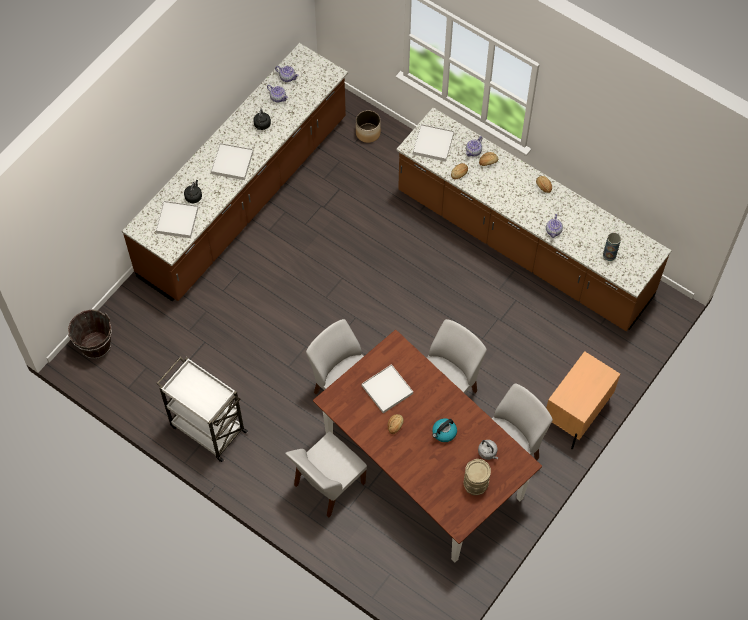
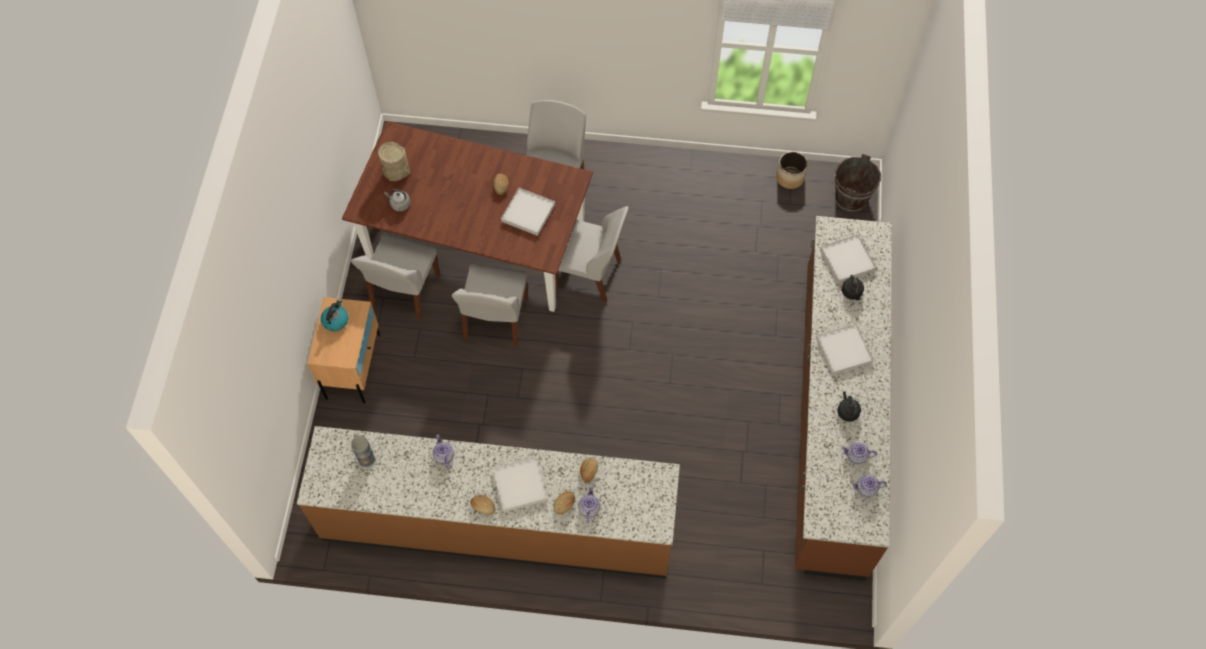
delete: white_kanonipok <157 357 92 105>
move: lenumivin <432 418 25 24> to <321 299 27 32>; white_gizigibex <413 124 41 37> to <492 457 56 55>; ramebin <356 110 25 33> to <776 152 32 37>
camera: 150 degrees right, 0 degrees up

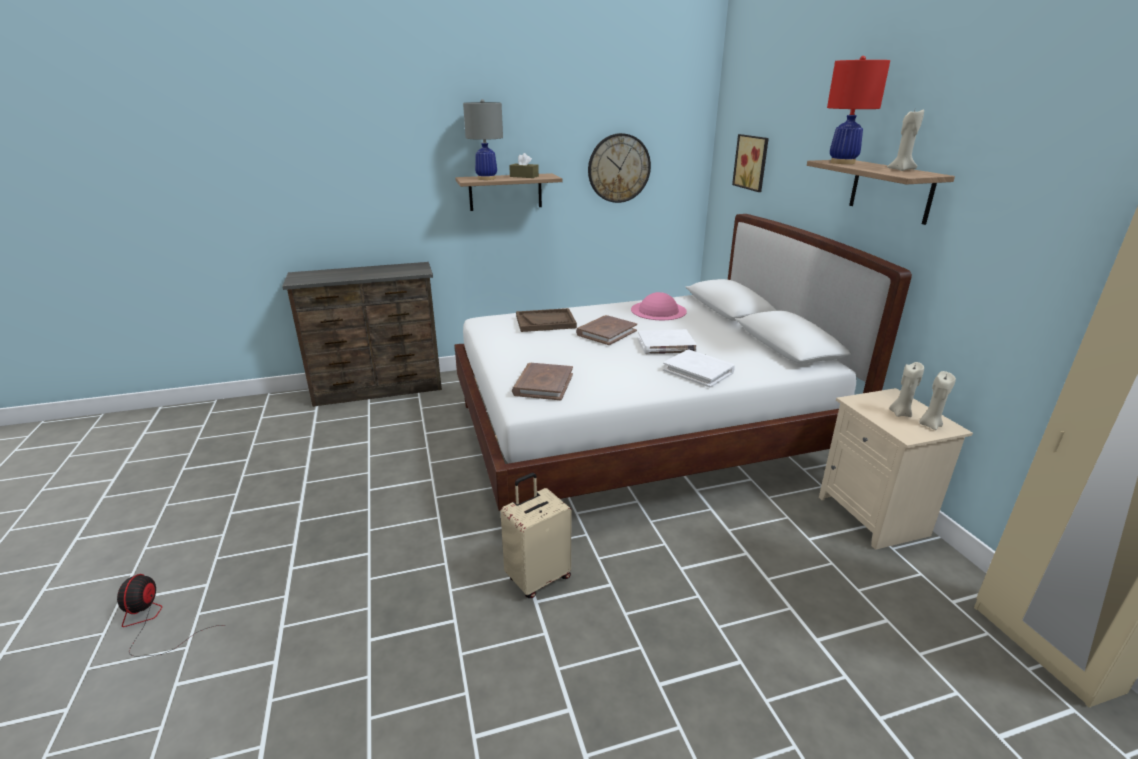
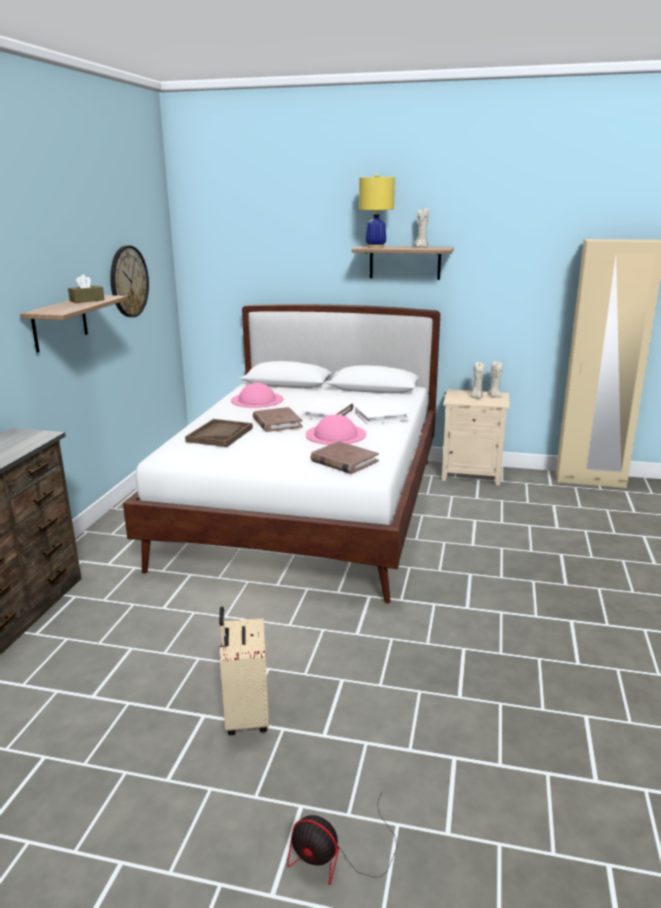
delete: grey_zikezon <463 99 40 81>; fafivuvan <732 134 37 58>
insert: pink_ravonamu <306 414 60 31>
move: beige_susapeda <500 473 71 125> to <219 607 50 128>
recolor: red_zikezon <827 56 63 108> to yellow_zikezon <359 174 36 74>
camera: 60 degrees left, 5 degrees down

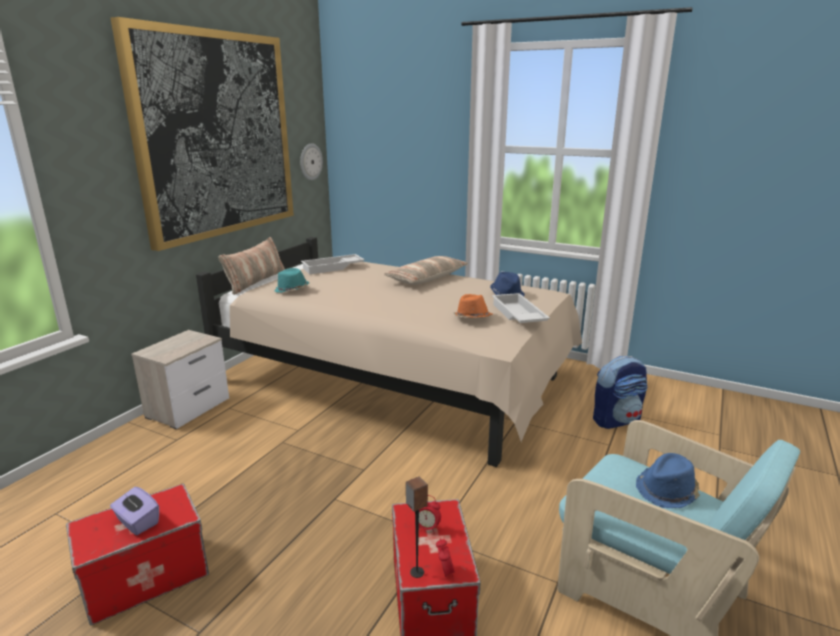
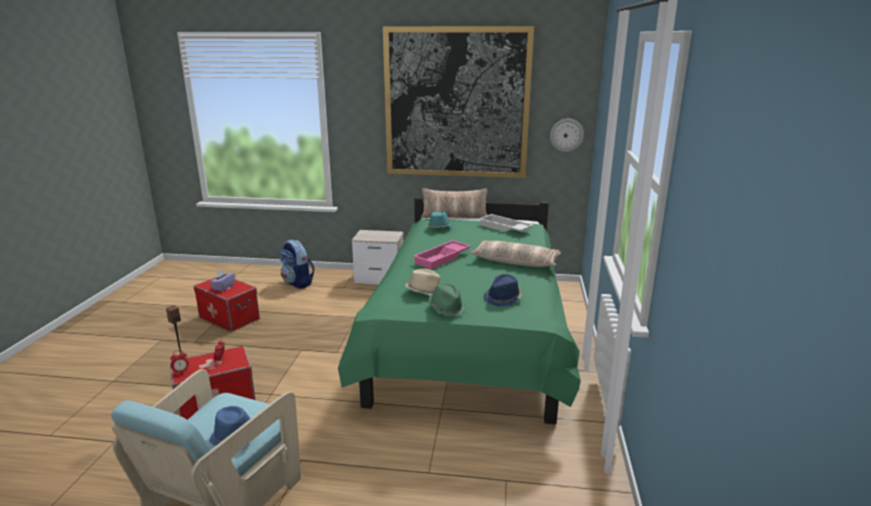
insert: pink_gizigibex <413 240 58 30>
move: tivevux <593 356 55 73> to <279 240 36 49>
replace: white_gizigibex <492 293 58 30> to green_ravonamu <429 283 37 33>
recolor: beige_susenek <196 237 386 230> to green_susenek <338 197 243 227>; orange_ravonamu <453 294 40 24> to beige_ravonamu <405 269 35 26>
camera: 70 degrees right, 0 degrees up

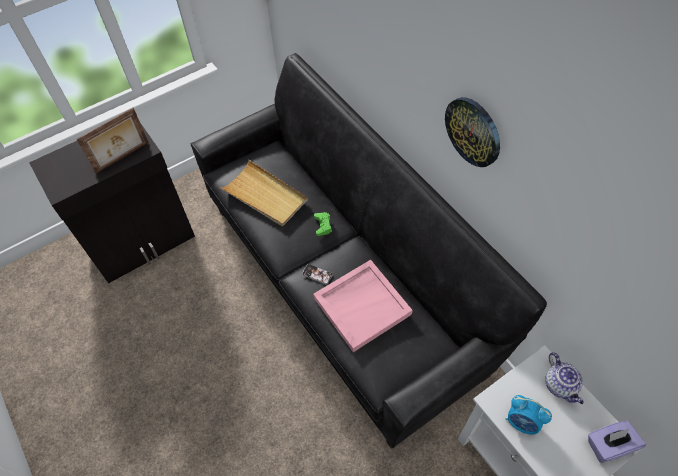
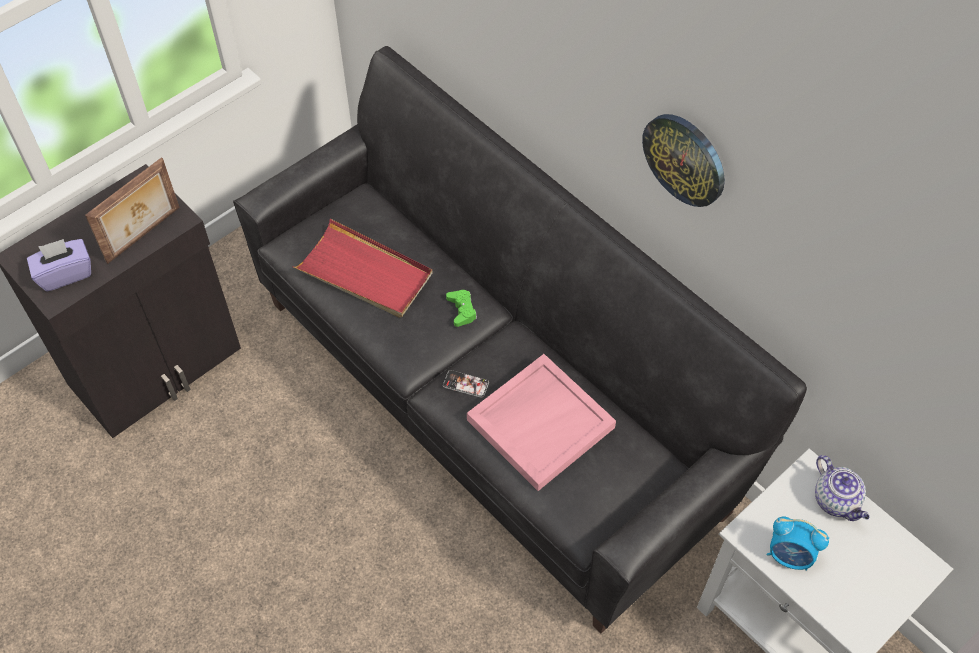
move: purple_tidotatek <588 421 58 42> to <27 239 64 52>
recolor: beige_gizigibex <221 160 87 67> to red_gizigibex <293 219 140 99>
camera: 10 degrees left, 0 degrees up

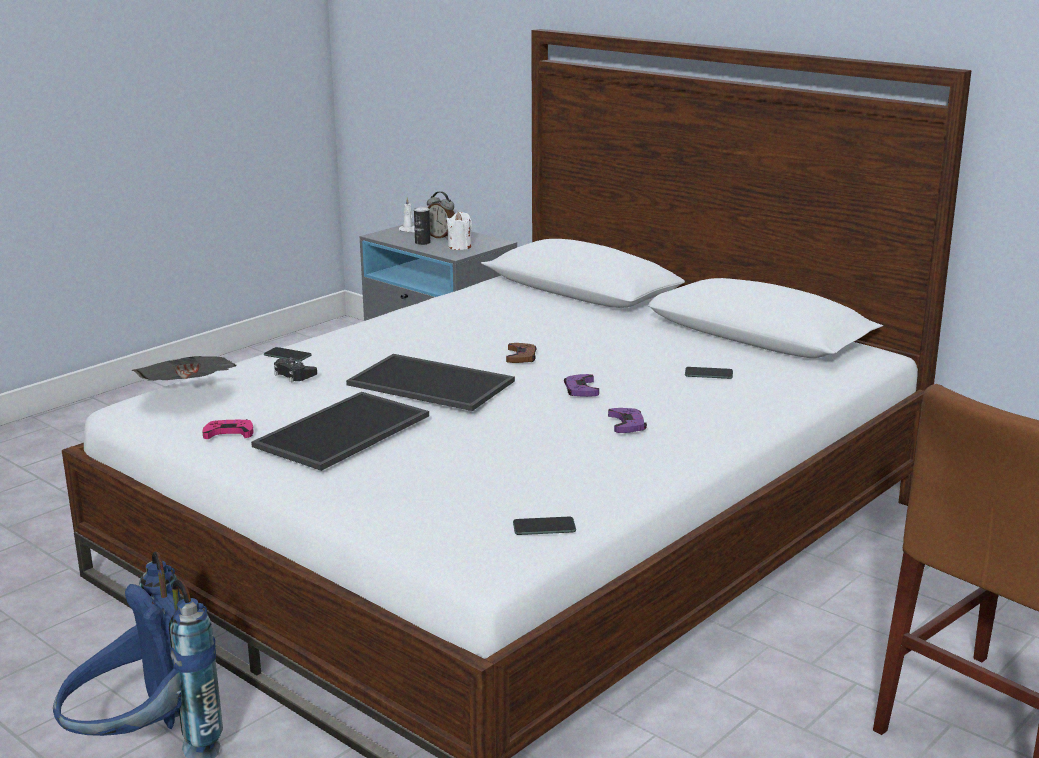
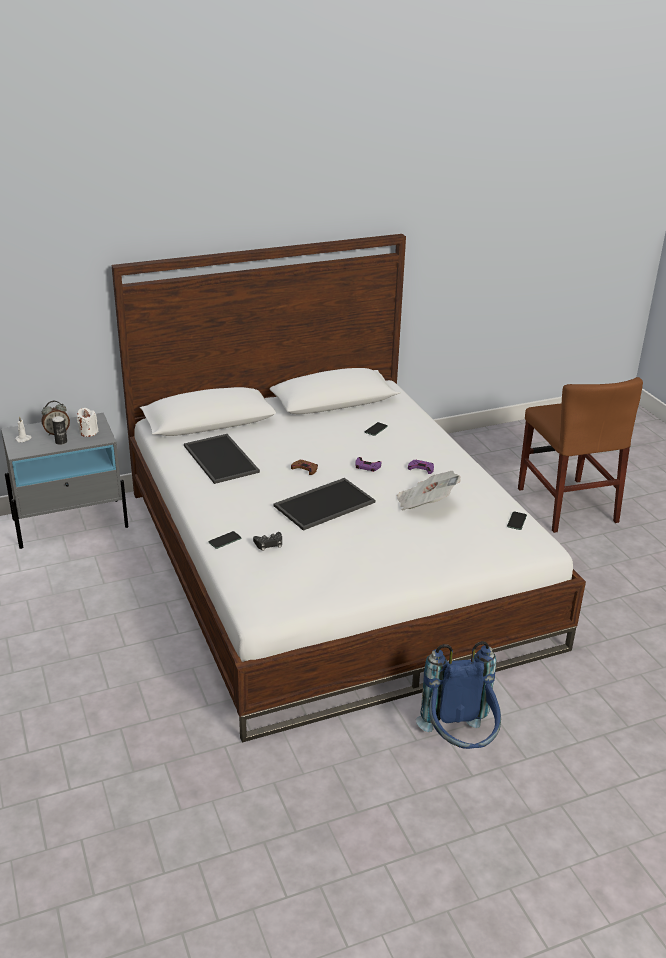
delete: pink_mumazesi <202 419 52 20>
move: gizigibex <251 392 178 79> to <184 434 76 50>; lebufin <132 356 104 25> to <397 471 64 40>
camera: 65 degrees left, 10 degrees up

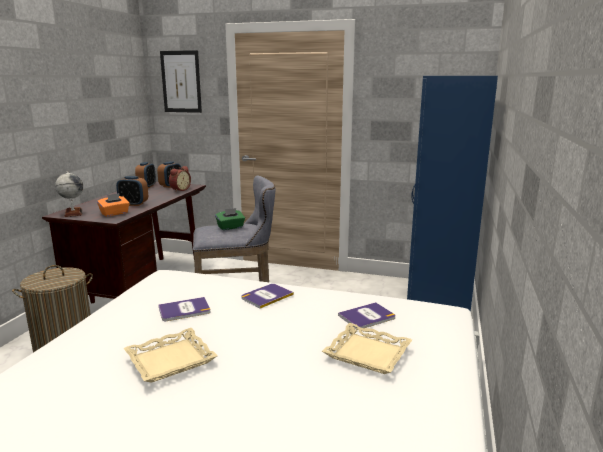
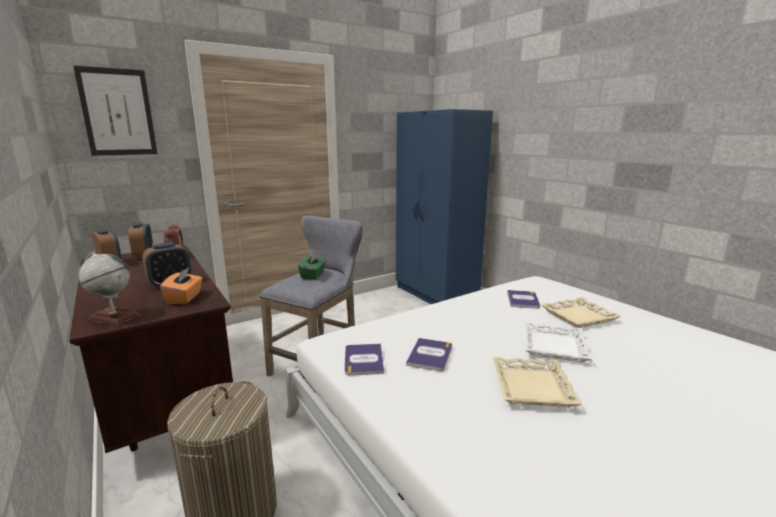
insert: white_gizigibex <524 322 68 40>
move: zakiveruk <241 284 53 25> to <345 344 39 31>
camera: 50 degrees left, 0 degrees up

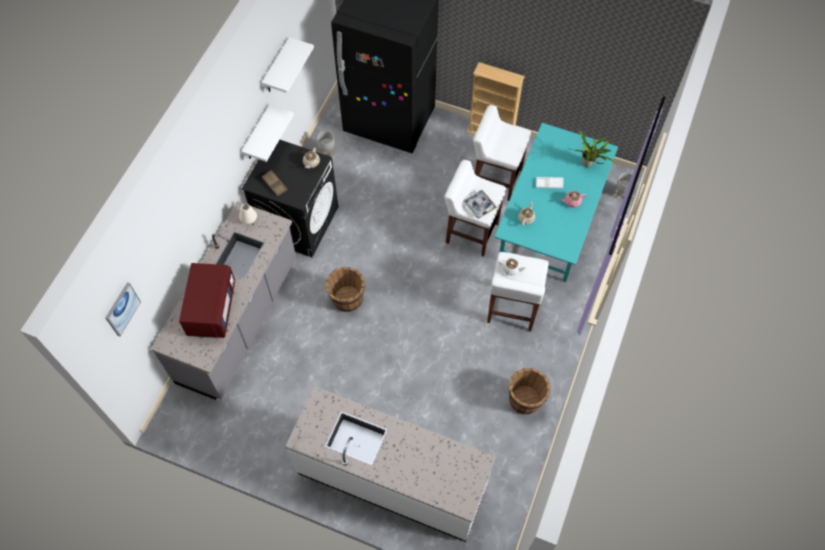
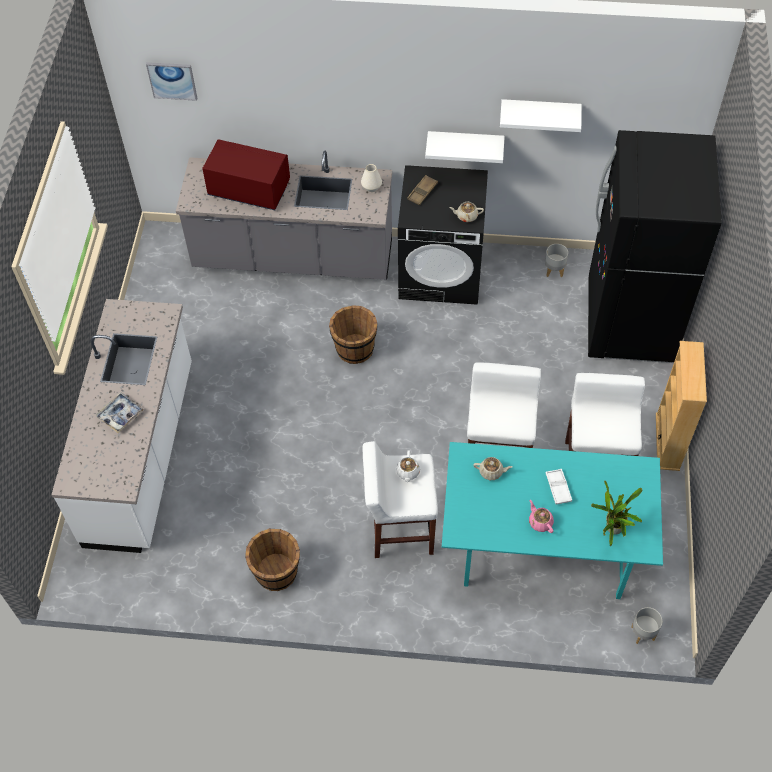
move: gizigibex <463 190 34 29> to <96 392 48 41>
rotate: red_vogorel <179 263 56 75> = <202 139 88 71> 150 degrees counterclockwise
camera: 75 degrees right, 5 degrees down

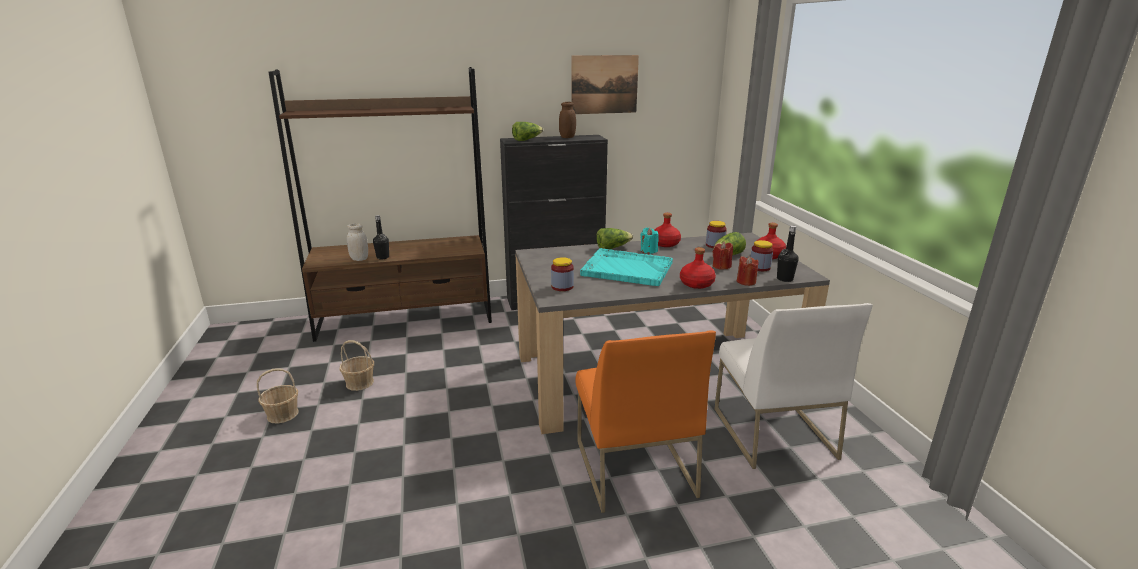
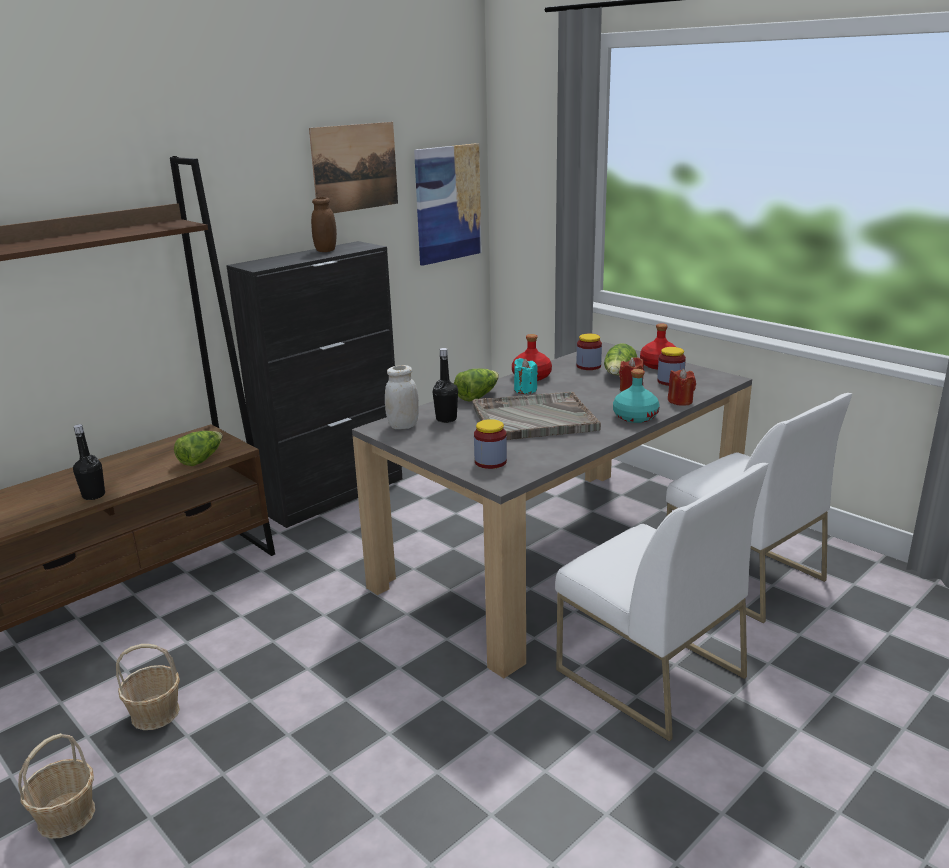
insert: fafivuvan <414 143 68 123>
move: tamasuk <512 122 31 19> to <174 431 49 35>; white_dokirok <347 223 21 38> to <385 365 34 64>; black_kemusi <777 226 22 56> to <432 348 26 75>
recolor: turquoise_gizigibex <580 248 93 38> to grey_gizigibex <472 392 129 48>; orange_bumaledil <575 330 141 183> to white_bumaledil <555 463 213 279>; red_kemusi <680 247 36 42> to turquoise_kemusi <613 369 47 54>
camera: 30 degrees left, 0 degrees up

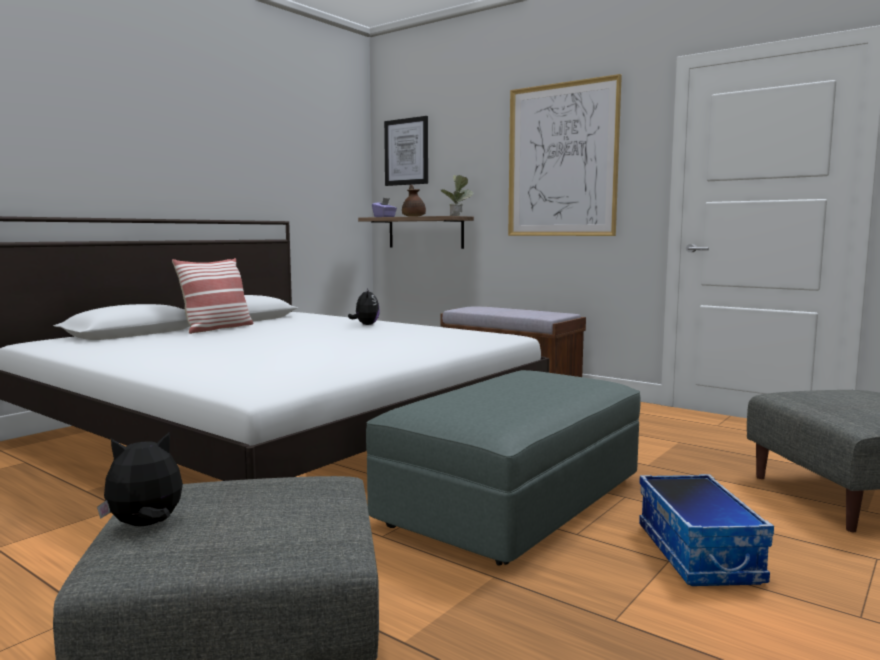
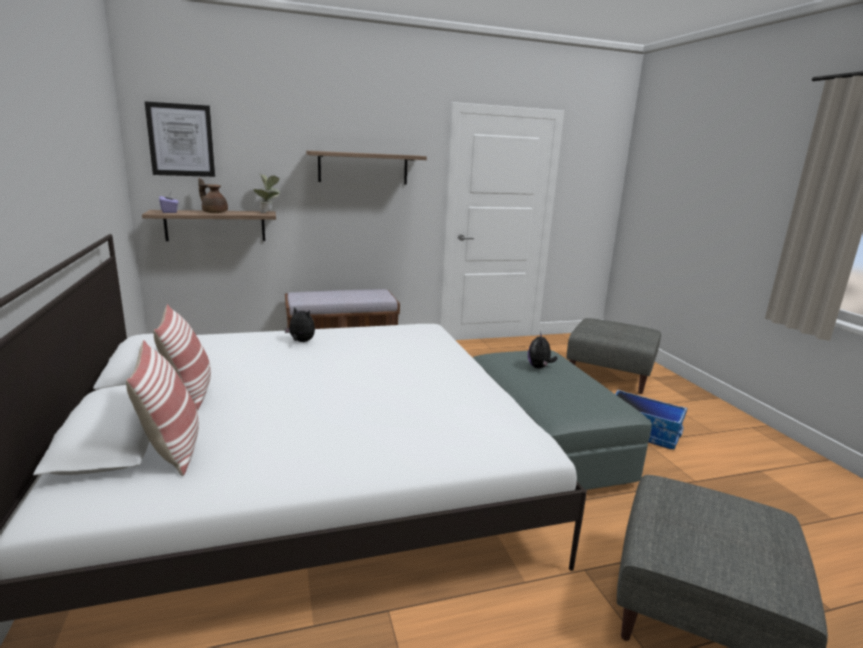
insert: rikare <126 340 73 136>
move: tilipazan <97 431 86 95> to <528 332 29 37>
replace: fafivuvan <508 74 114 162> to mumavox <306 151 121 34>
camera: 55 degrees left, 10 degrees up

